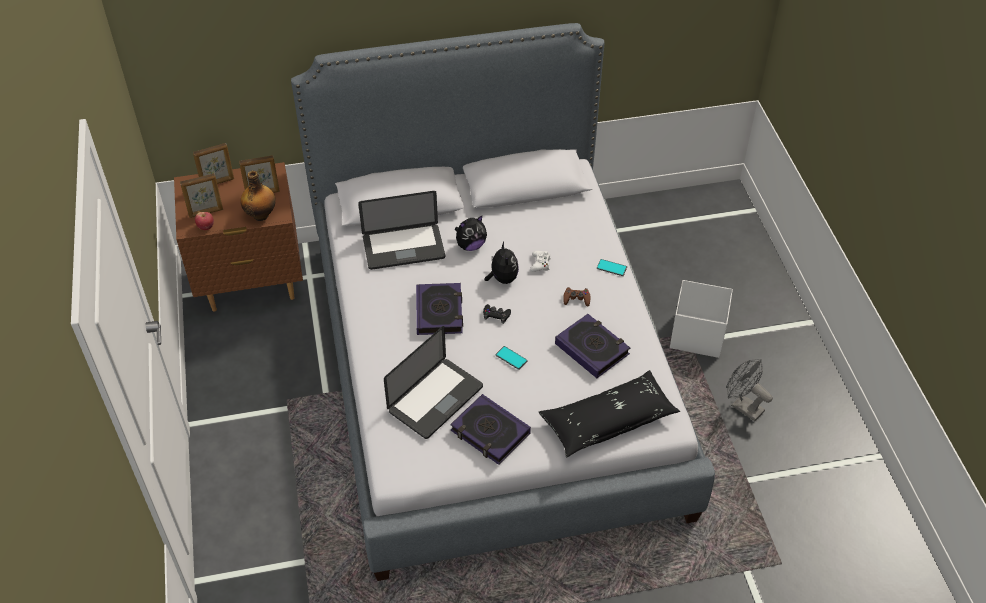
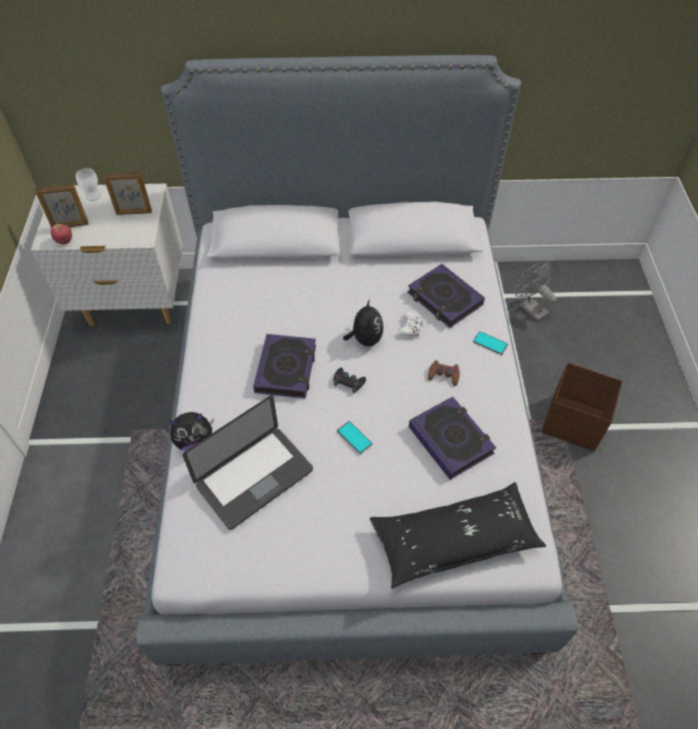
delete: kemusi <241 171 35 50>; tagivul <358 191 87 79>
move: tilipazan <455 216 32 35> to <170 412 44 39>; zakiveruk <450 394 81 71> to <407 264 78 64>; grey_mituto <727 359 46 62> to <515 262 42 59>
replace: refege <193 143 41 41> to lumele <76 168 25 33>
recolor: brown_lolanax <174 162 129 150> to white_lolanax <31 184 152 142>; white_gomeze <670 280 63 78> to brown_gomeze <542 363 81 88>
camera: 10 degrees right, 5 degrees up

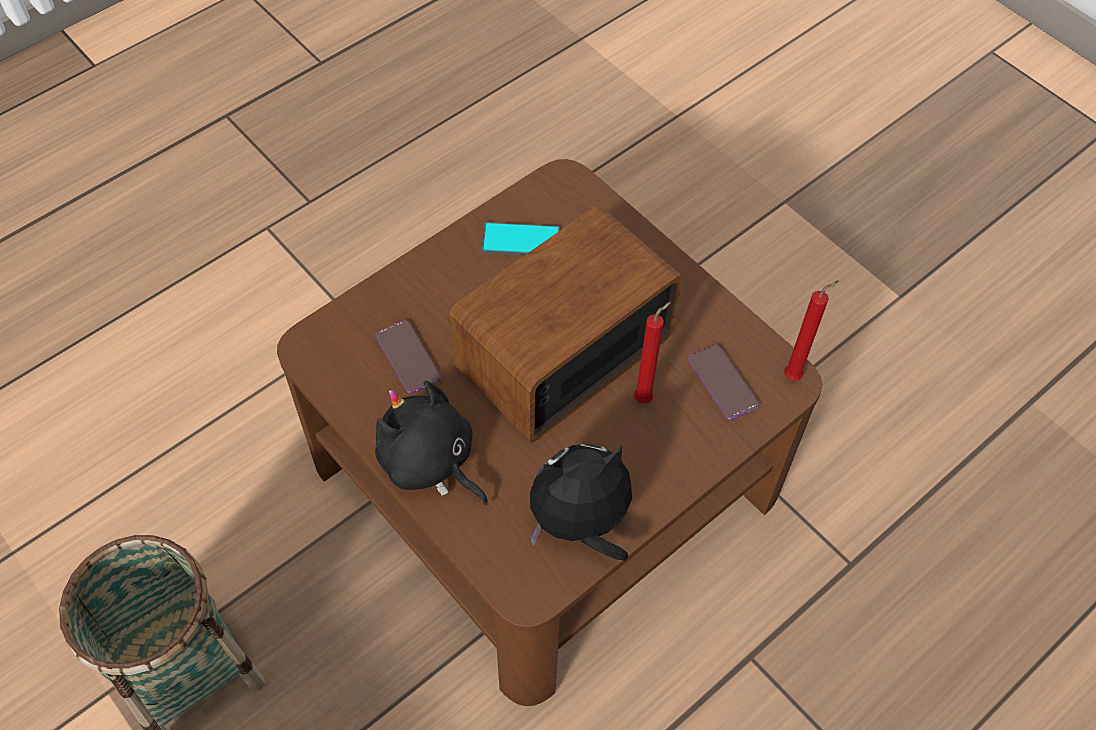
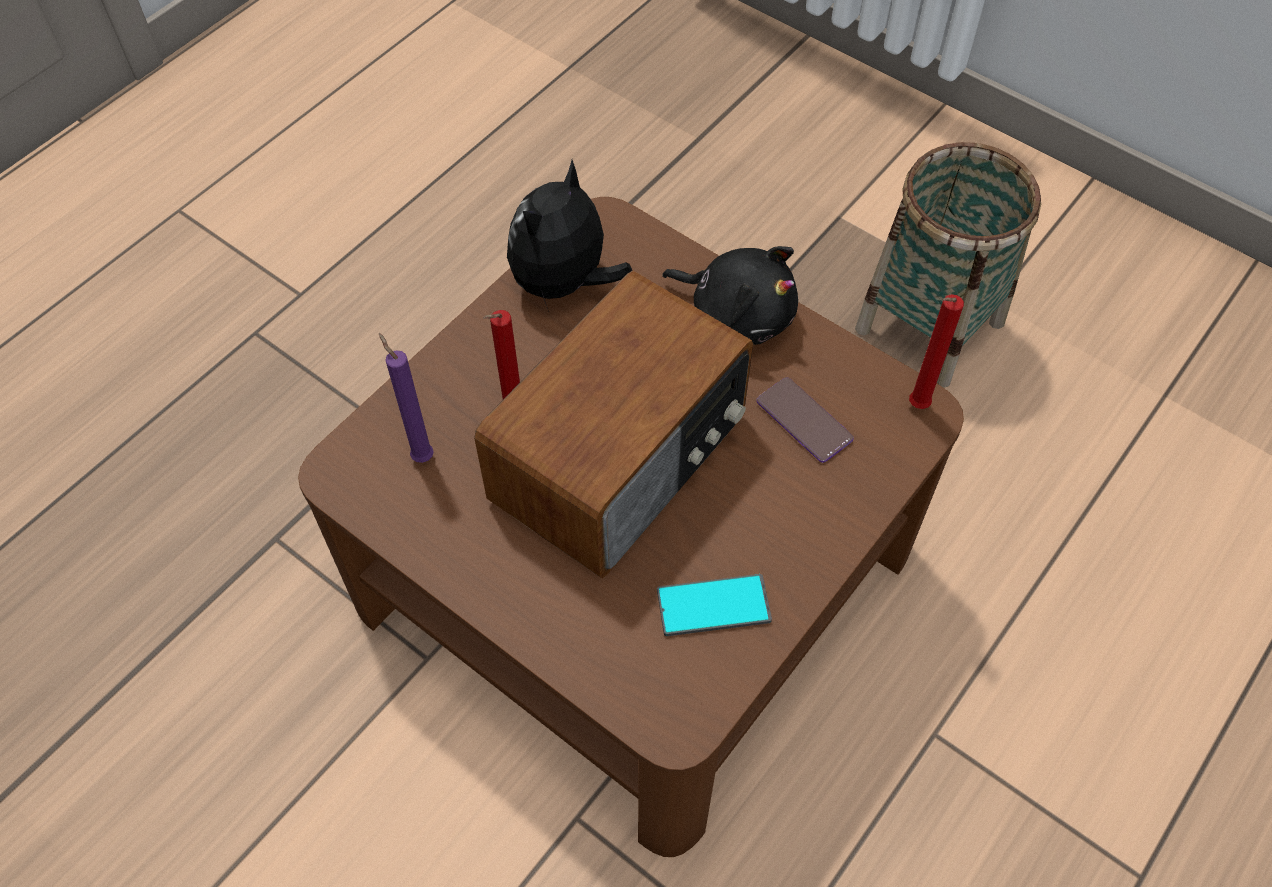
move: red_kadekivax <784 281 54 100> to <909 294 55 115>
replace: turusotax <688 345 72 75> to purple_kadekivax <379 333 55 130>
rotate: tilipazan <530 444 102 117> = <507 160 125 152> 150 degrees clockwise
camera: 170 degrees right, 0 degrees up

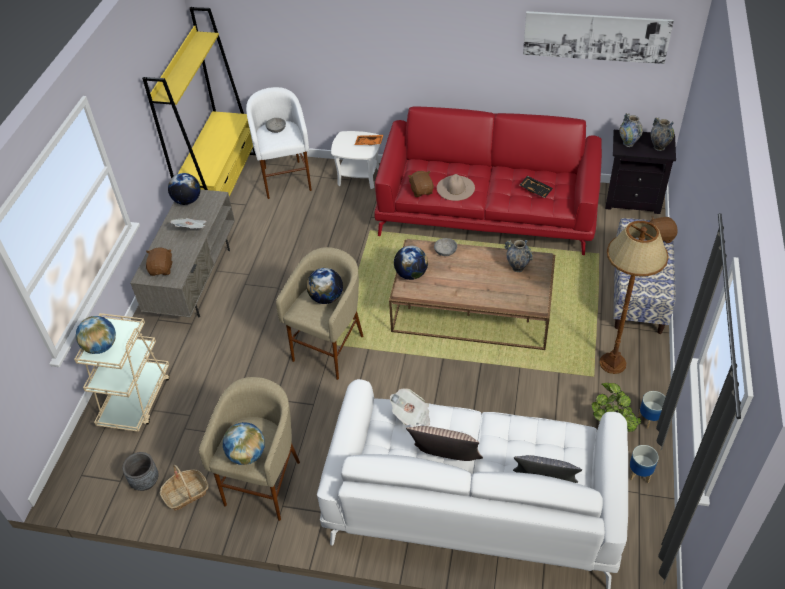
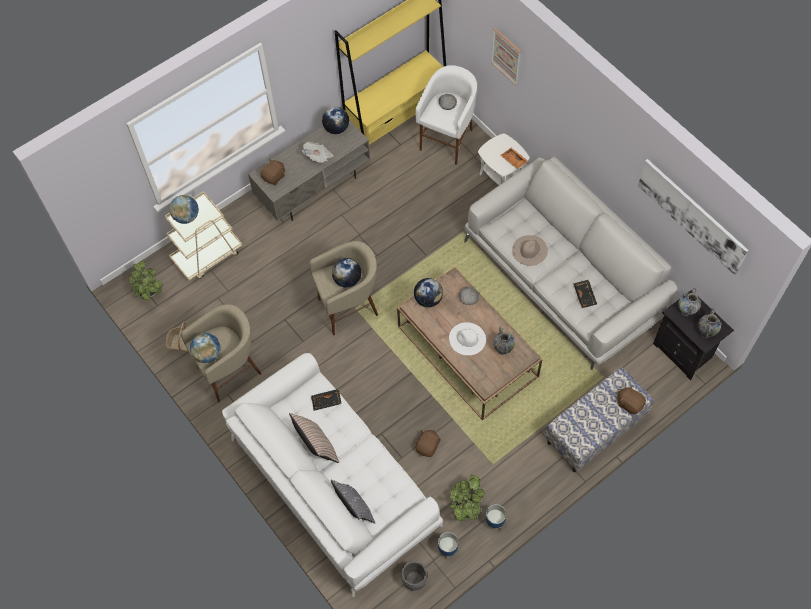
delete: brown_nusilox <600 221 69 153>
insert: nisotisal <129 261 33 39>; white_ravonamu <449 322 37 33>; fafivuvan <491 28 30 57>
move: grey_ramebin <122 452 37 39> to <402 561 25 30>; brown_tilipazan <408 171 26 26> to <416 430 25 27>
replace: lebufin <390 388 40 39> to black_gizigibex <311 389 31 22>
recolor: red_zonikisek <374 107 228 148> to white_zonikisek <464 157 213 213>
camera: 40 degrees right, 15 degrees up

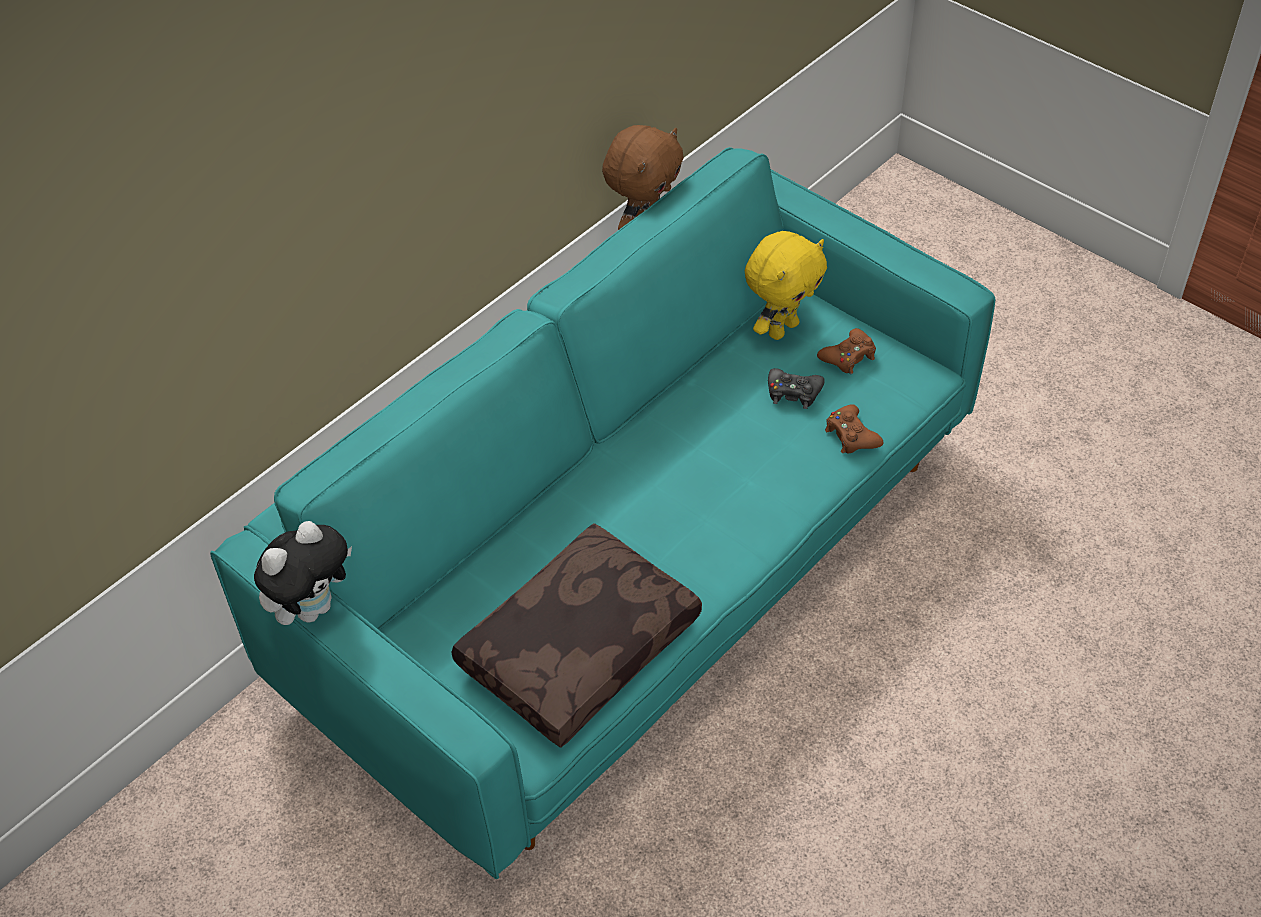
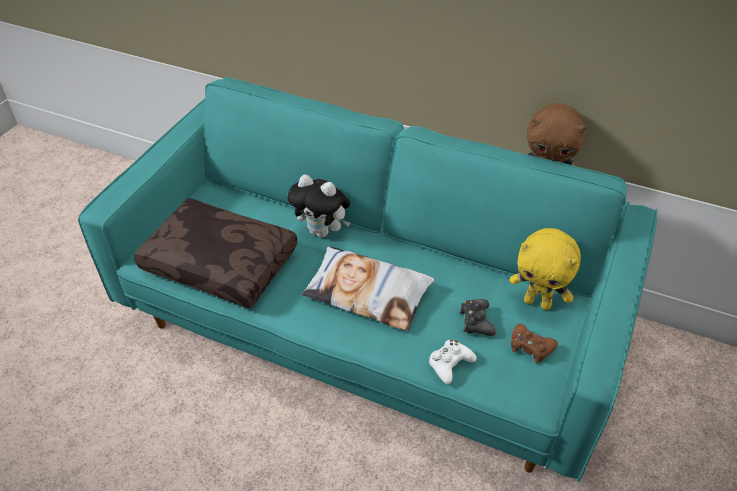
insert: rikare <302 246 132 84>
move: tilipazan <254 521 98 104> to <287 175 64 63>
recolor: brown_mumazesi <825 404 59 50> to white_mumazesi <429 340 48 44>
camera: 70 degrees right, 5 degrees down

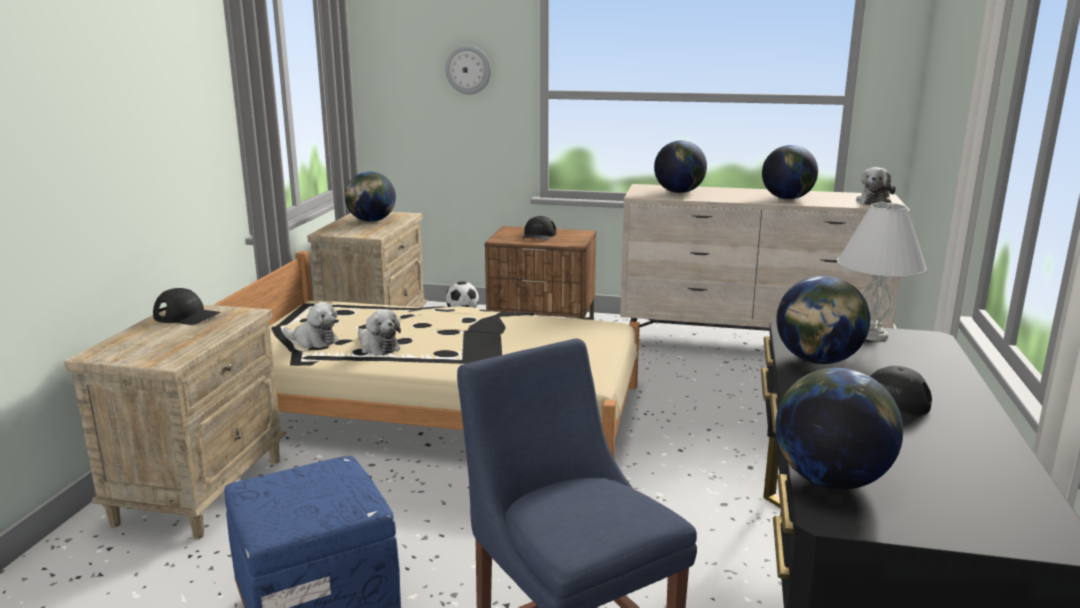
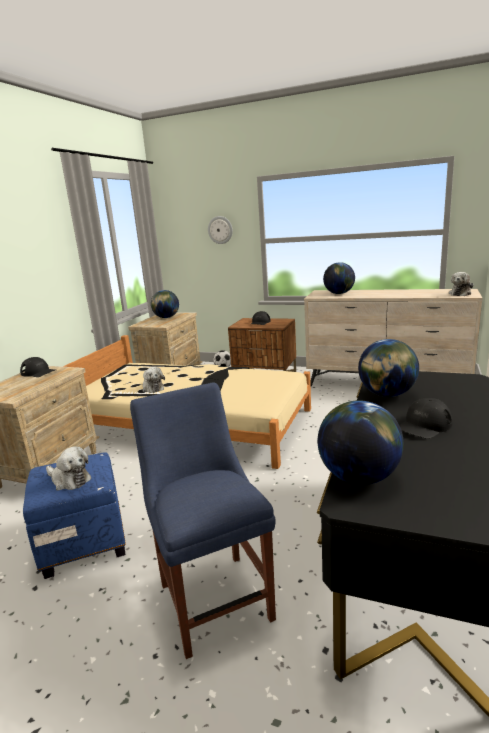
delete: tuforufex <762 145 56 54>; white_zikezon <837 203 90 138>
move: tilipazan <283 302 55 46> to <46 446 45 45>
camera: 10 degrees right, 0 degrees up

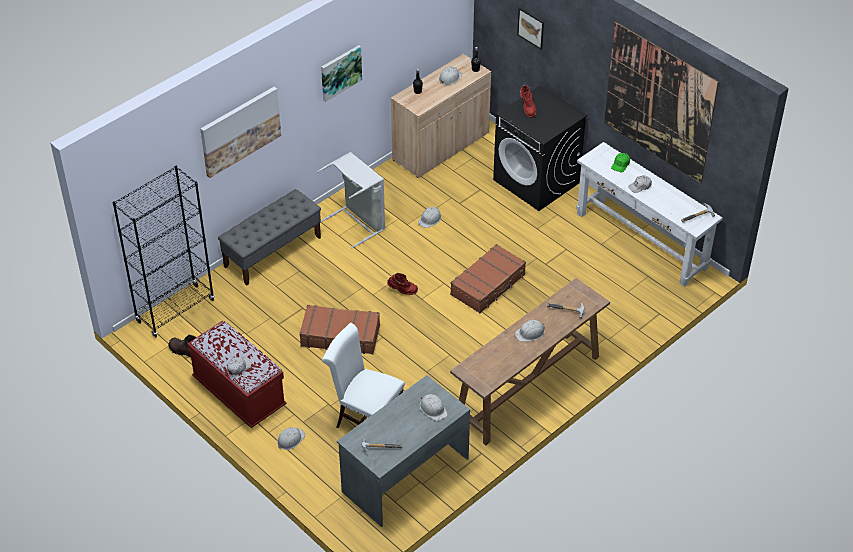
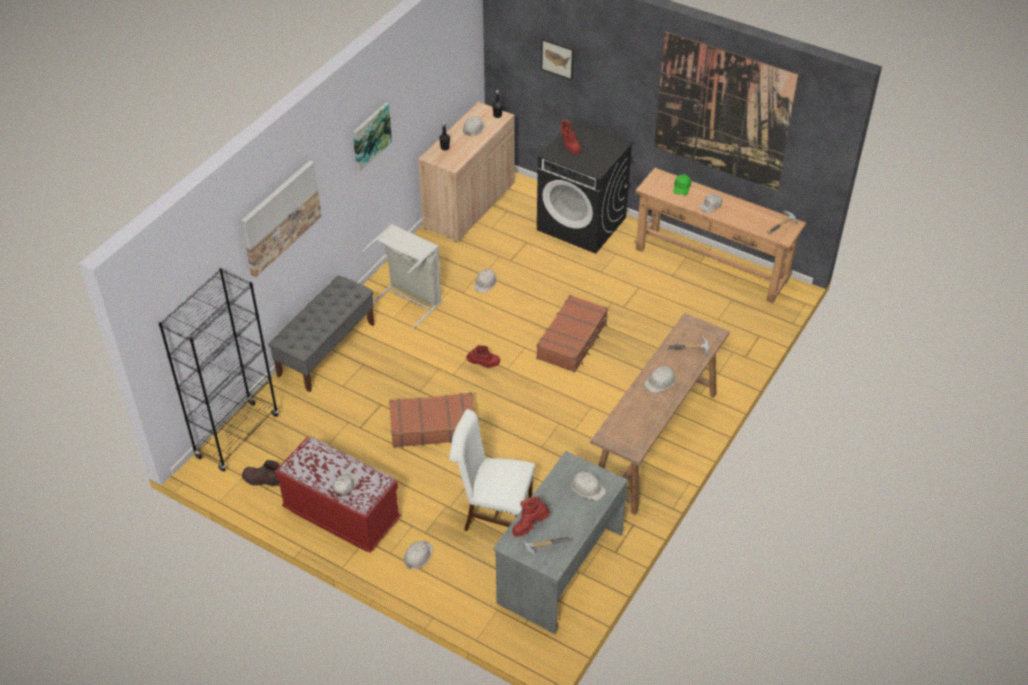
insert: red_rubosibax <512 496 38 41>
recolor: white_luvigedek <576 142 147 145> to brown_luvigedek <635 168 171 135>
camera: 15 degrees left, 0 degrees up

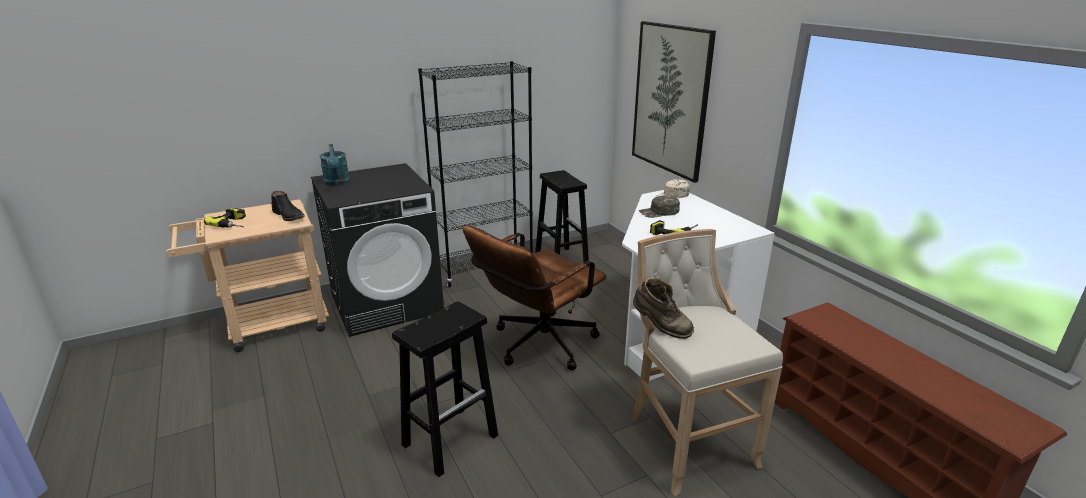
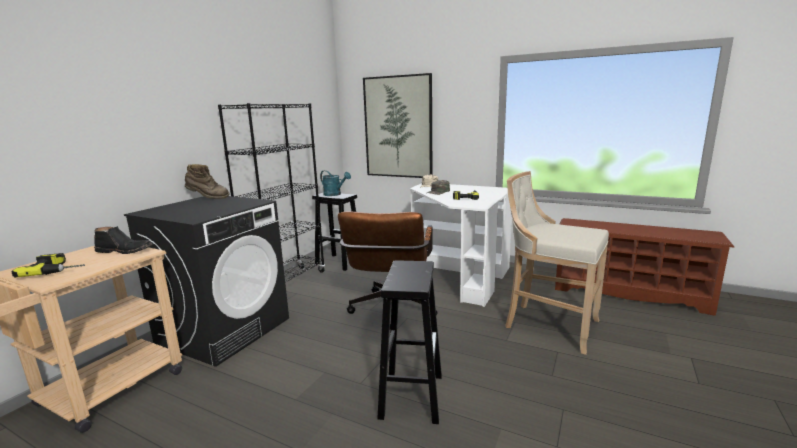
move: brown_rubosibax <633 278 61 61> to <185 164 45 35>; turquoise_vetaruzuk <320 144 30 42> to <320 170 31 26>
camera: 35 degrees left, 10 degrees down

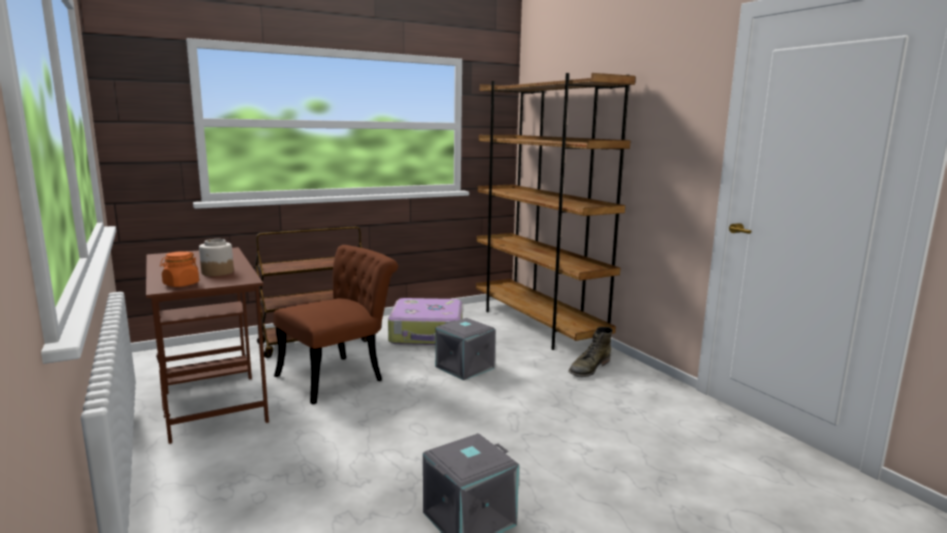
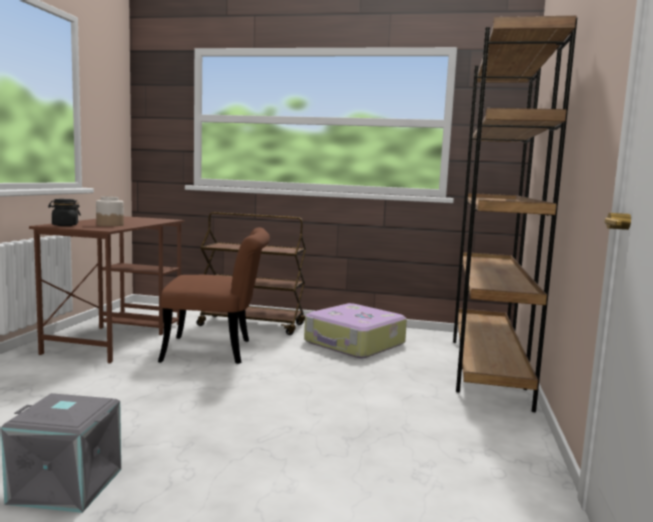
delete: grey_gomeze <435 318 61 62>; green_rubosibax <569 327 44 50>
recolor: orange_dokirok <160 251 39 36> to black_dokirok <48 199 33 27>
camera: 40 degrees right, 5 degrees down

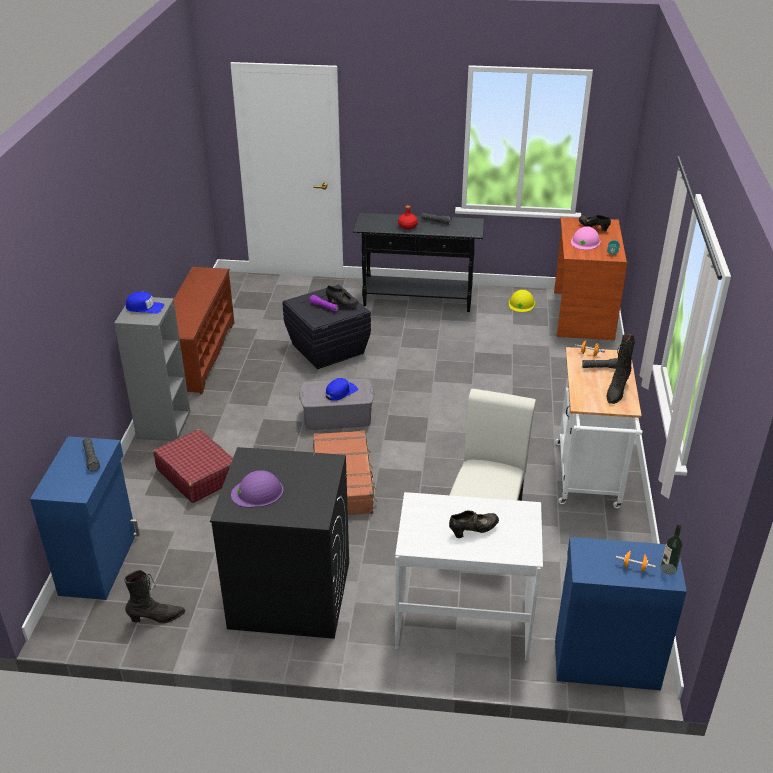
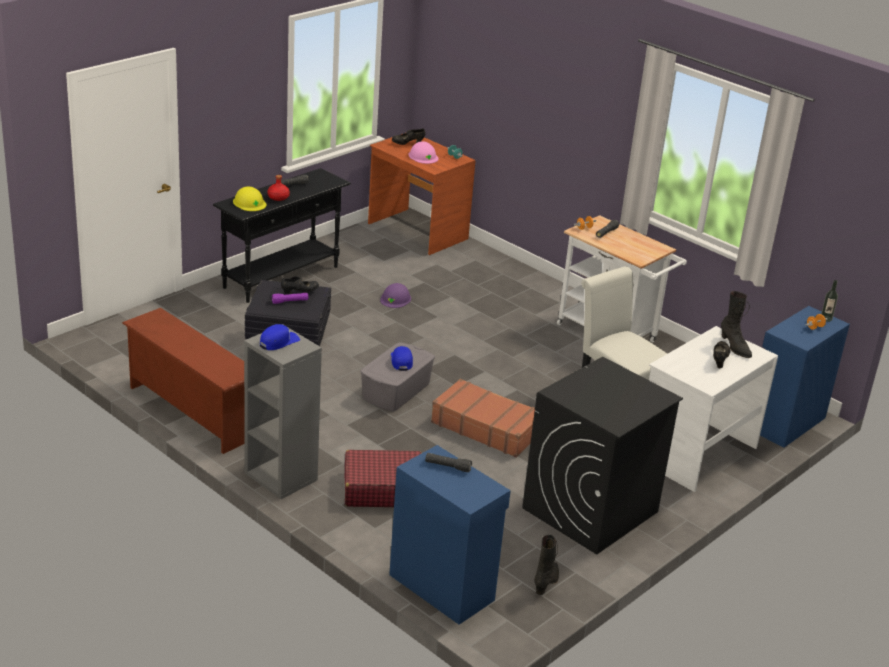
move: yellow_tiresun <509 290 26 22> to <233 186 33 25>; purple_tiresun <231 470 52 38> to <380 283 31 25>; black_rubosibax <607 334 29 70> to <721 291 31 67>
camera: 55 degrees left, 5 degrees down

